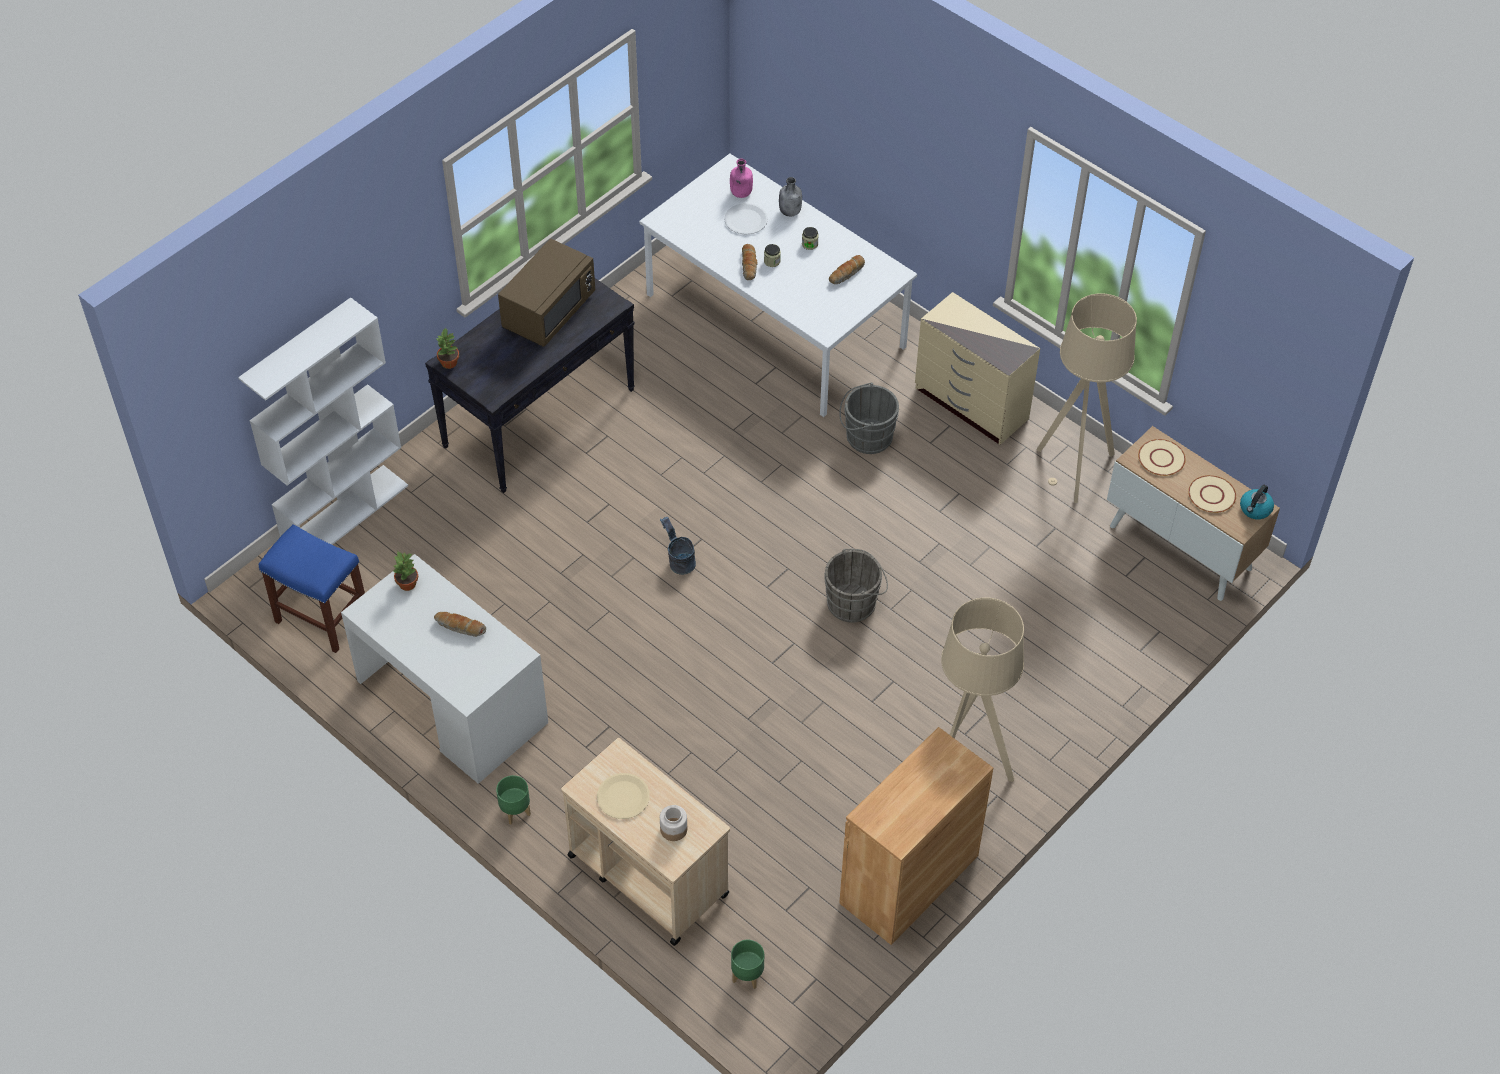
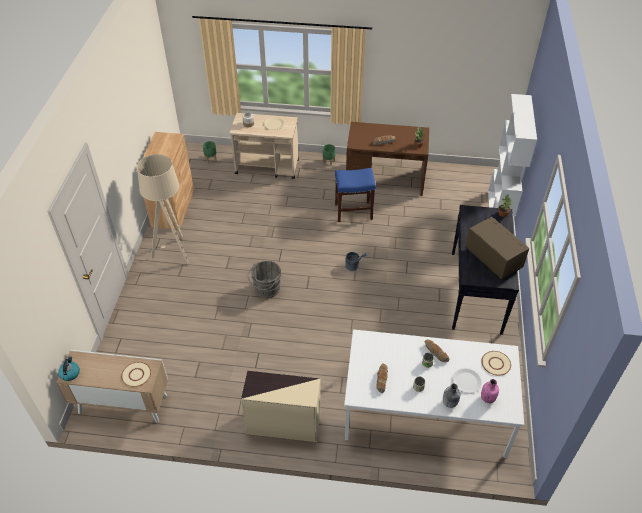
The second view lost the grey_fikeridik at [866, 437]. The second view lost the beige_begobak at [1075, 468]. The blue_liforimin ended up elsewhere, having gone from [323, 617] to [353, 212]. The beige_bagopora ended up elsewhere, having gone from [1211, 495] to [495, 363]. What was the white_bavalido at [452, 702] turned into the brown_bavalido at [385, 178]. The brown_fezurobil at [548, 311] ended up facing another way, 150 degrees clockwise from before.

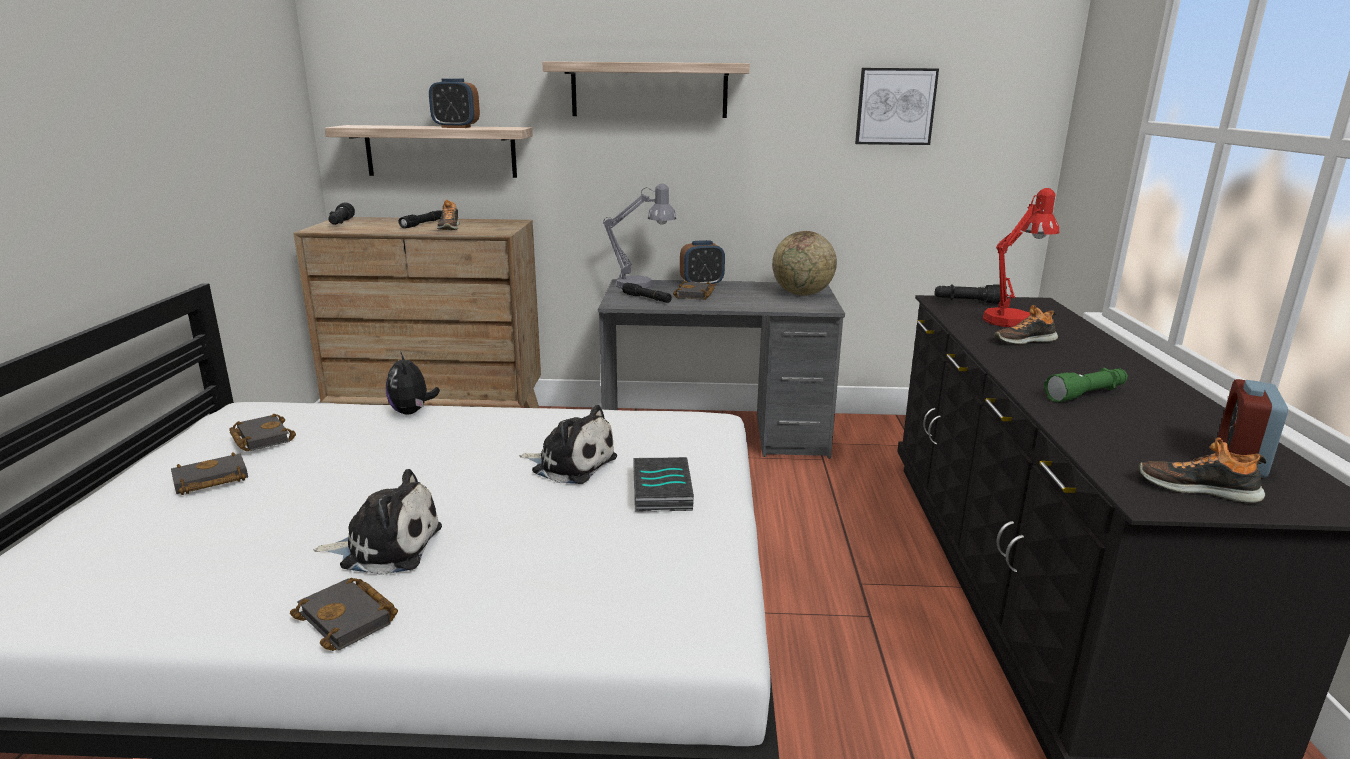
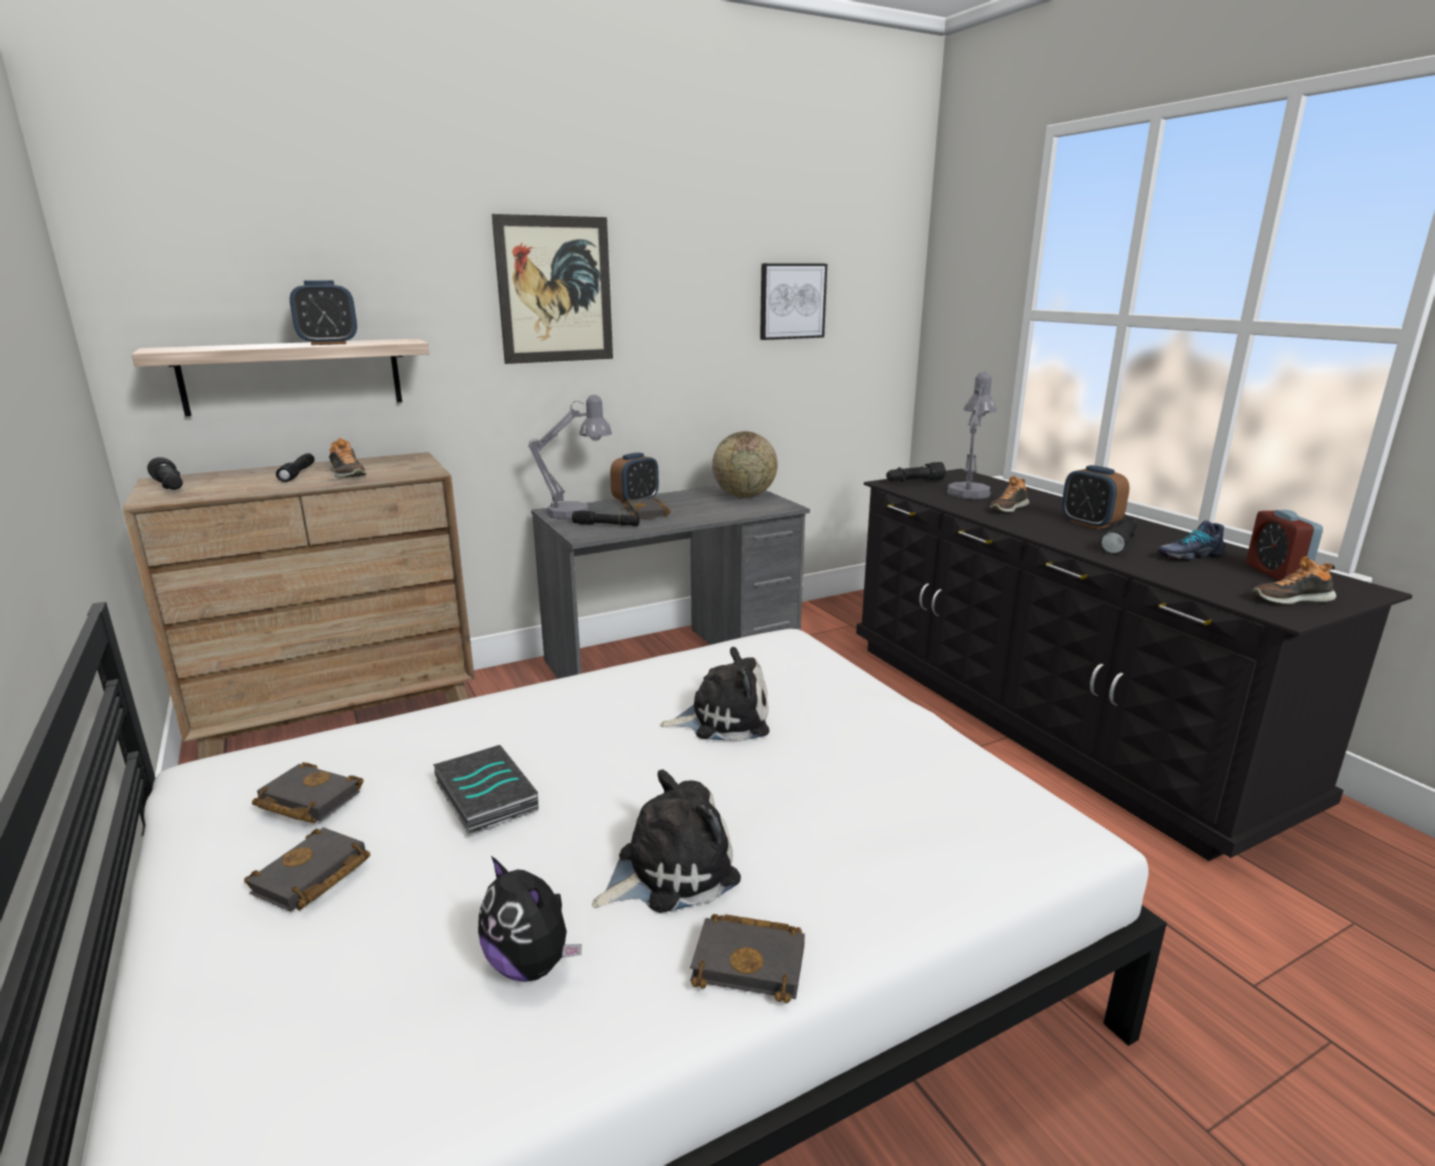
The second view gained the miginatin at [1089, 524]. The second view gained the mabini at [1188, 555]. The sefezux ended up elsewhere, having gone from [412, 412] to [531, 964]. The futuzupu ended up elsewhere, having gone from [660, 490] to [483, 795]. Where the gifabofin hung at [649, 90], the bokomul came to hang at [555, 290]. What was the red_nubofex at [1012, 319] turned into the grey_nubofex at [969, 491]. What was the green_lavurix at [1087, 394] turned into the black_lavurix at [1119, 544].

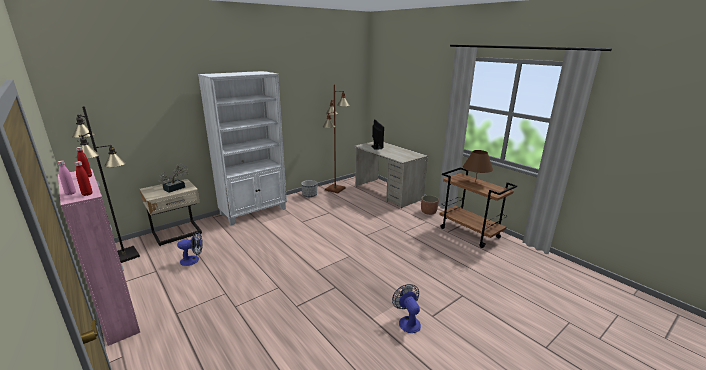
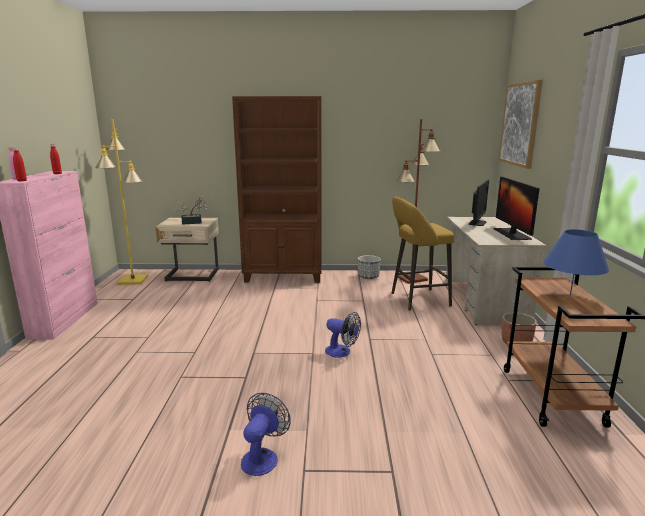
The second view gained the yellow_liforimin at [416, 300]. The second view gained the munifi at [511, 234]. The second view gained the bokomul at [520, 124]. The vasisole ended up elsewhere, having gone from [193, 260] to [342, 352]. What was the black_begobak at [125, 255] turned into the yellow_begobak at [133, 280]. What was the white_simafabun at [254, 211] turned into the brown_simafabun at [284, 276]. What was the brown_nubofex at [475, 182] turned into the blue_nubofex at [570, 295].

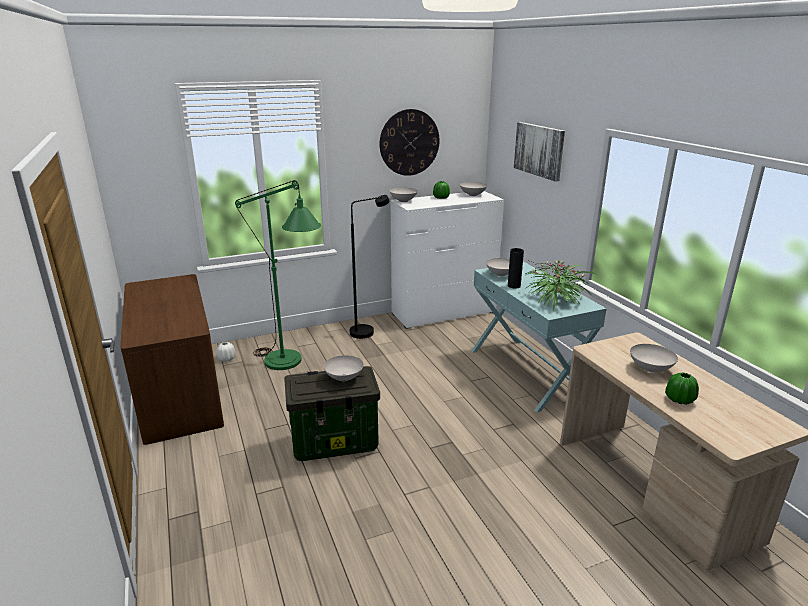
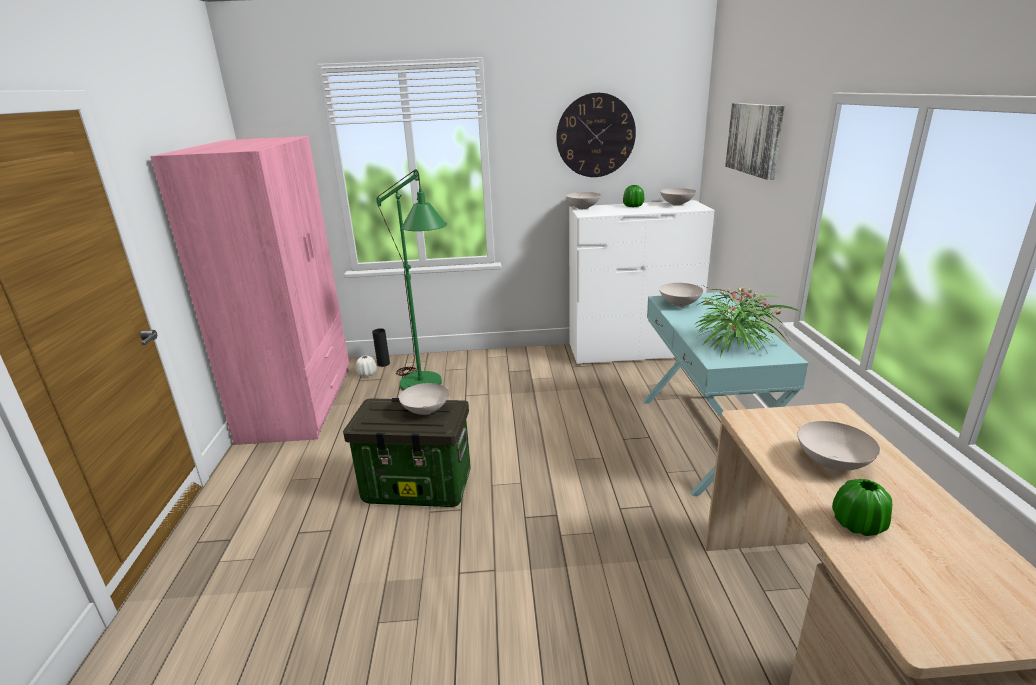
The second view lost the black_begobak at [367, 331]. The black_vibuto ended up elsewhere, having gone from [514, 286] to [383, 364]. Where the brown_bavalido stood at [179, 393], the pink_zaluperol came to stand at [299, 403].

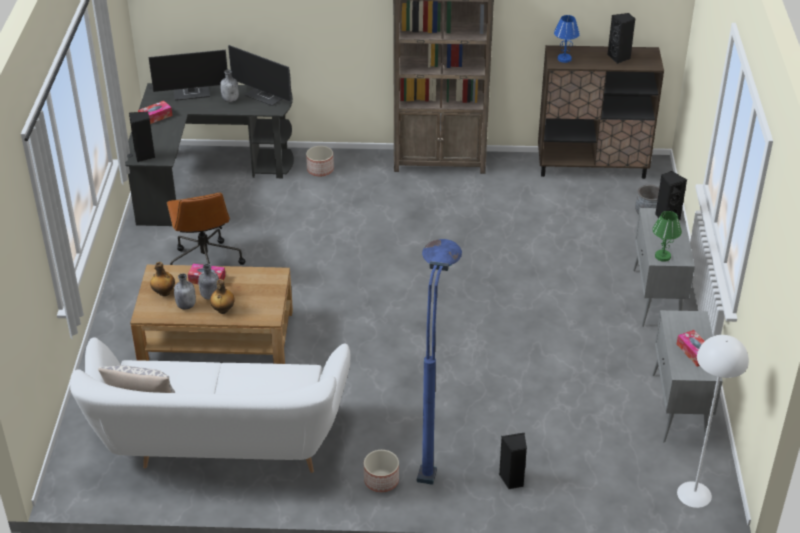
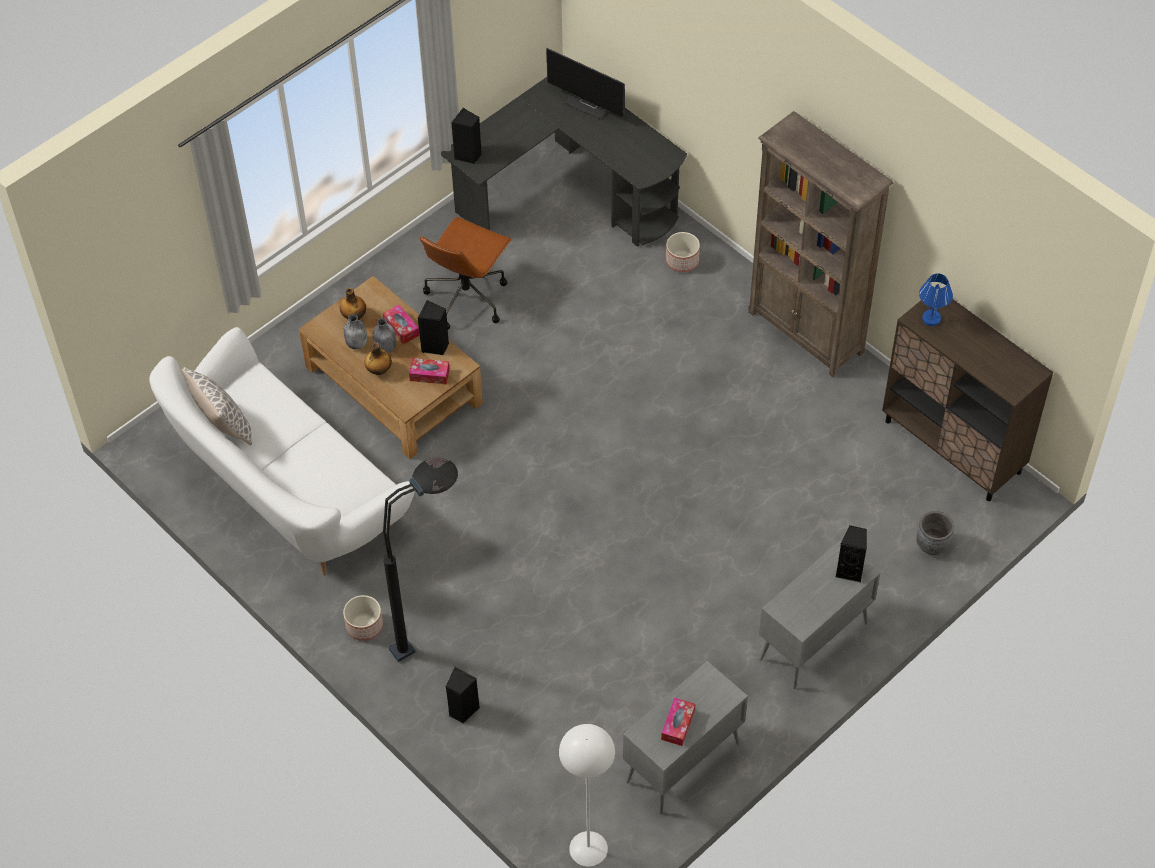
The second view lost the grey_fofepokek at [231, 100]. The second view lost the munifi at [266, 96]. The second view lost the green_nubofex at [663, 256]. The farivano ended up elsewhere, having gone from [155, 117] to [429, 375]. The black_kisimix ended up elsewhere, having gone from [619, 57] to [435, 346]. What was the blue_begobak at [434, 448] turned into the black_begobak at [437, 631].

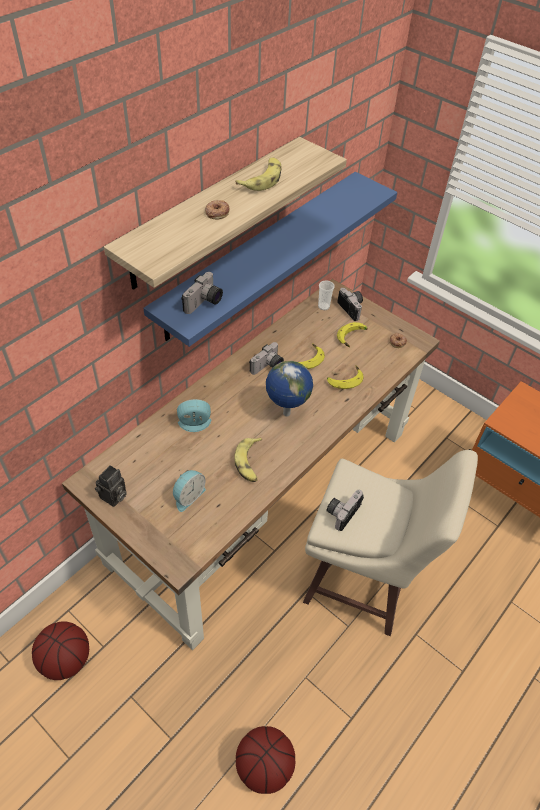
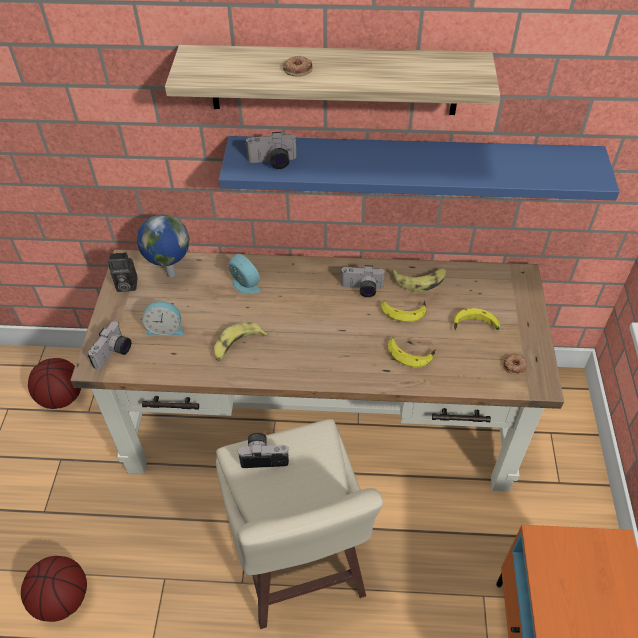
The second view lost the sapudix at [323, 306]. The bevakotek ended up elsewhere, having gone from [262, 179] to [420, 280]. The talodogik ended up elsewhere, having gone from [286, 414] to [170, 274]. The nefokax ended up elsewhere, having gone from [352, 308] to [114, 354].

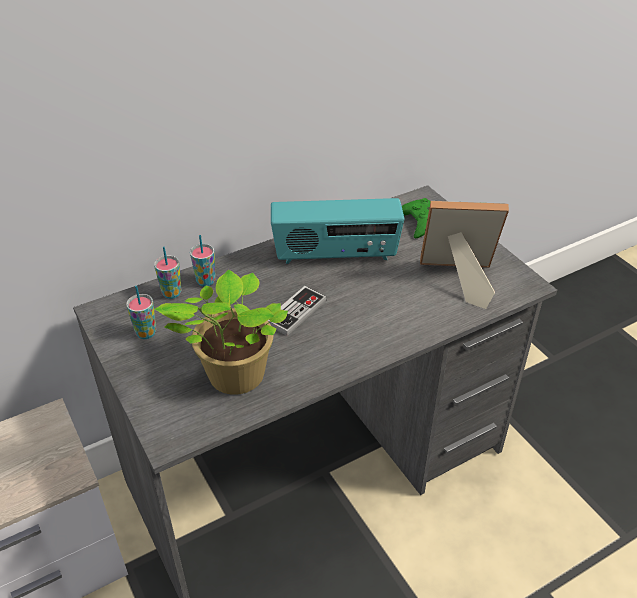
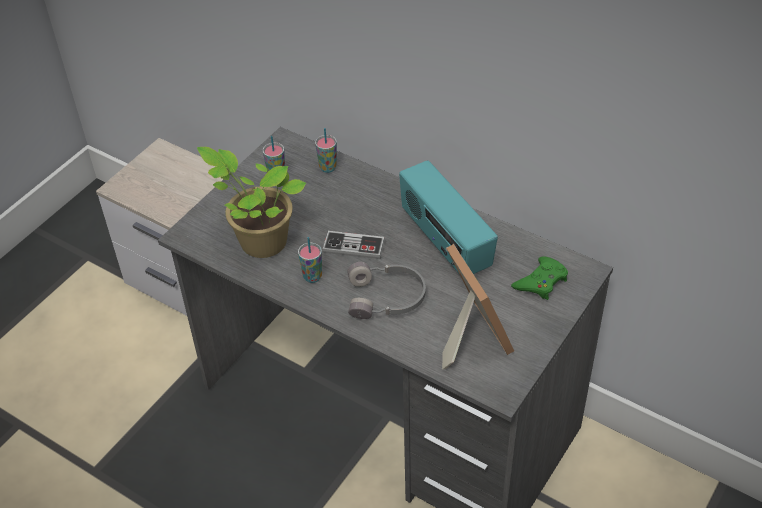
The second view gained the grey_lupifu at [387, 298]. The sapudix ended up elsewhere, having gone from [206, 281] to [312, 277].

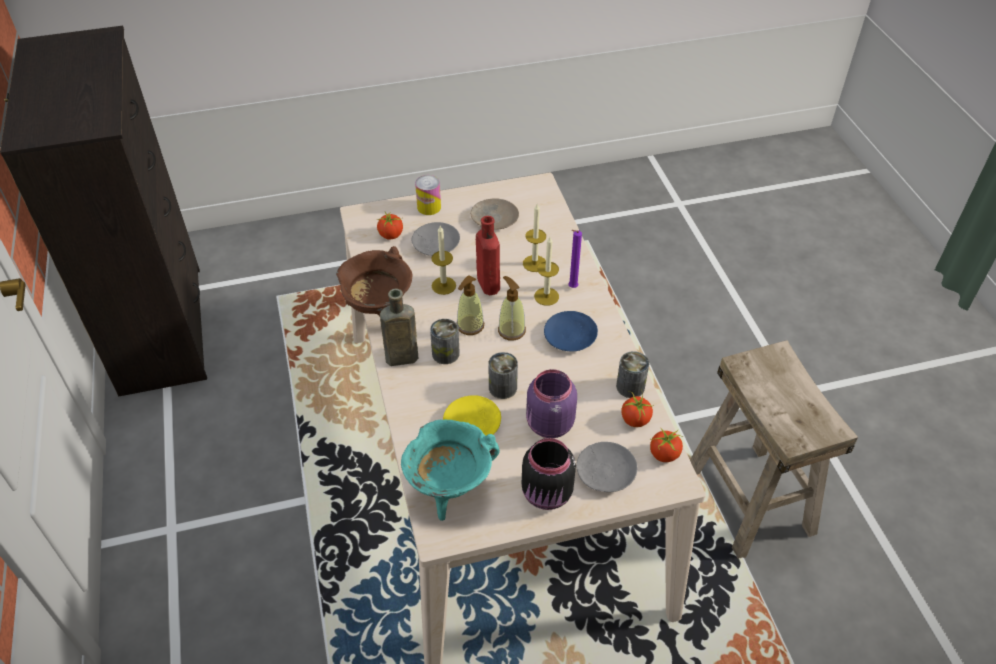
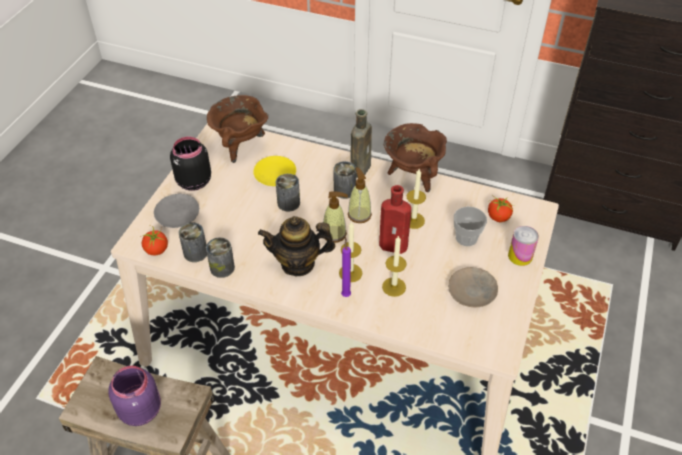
The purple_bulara ended up elsewhere, having gone from [548, 425] to [141, 409]. Where the grey_bagopora stood at [435, 244], the sapudix came to stand at [466, 238]. Where the blue_bagopora stood at [571, 336], the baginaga came to stand at [298, 263]. Where the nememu stood at [635, 420], the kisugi came to stand at [195, 253]. What was the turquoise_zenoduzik at [450, 490] turned into the brown_zenoduzik at [240, 145].

